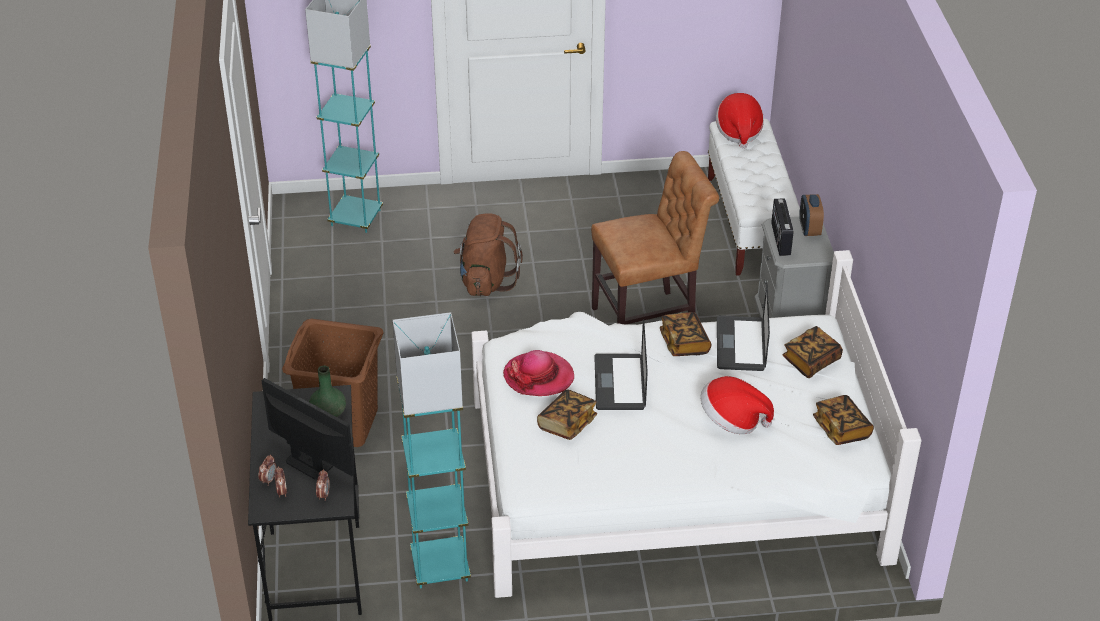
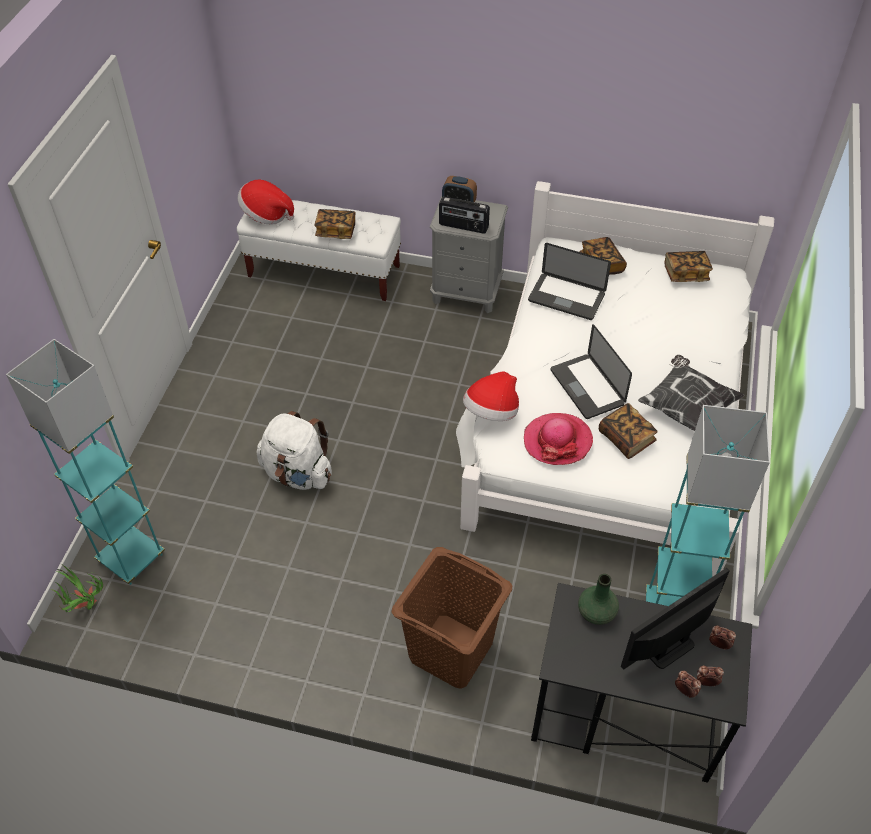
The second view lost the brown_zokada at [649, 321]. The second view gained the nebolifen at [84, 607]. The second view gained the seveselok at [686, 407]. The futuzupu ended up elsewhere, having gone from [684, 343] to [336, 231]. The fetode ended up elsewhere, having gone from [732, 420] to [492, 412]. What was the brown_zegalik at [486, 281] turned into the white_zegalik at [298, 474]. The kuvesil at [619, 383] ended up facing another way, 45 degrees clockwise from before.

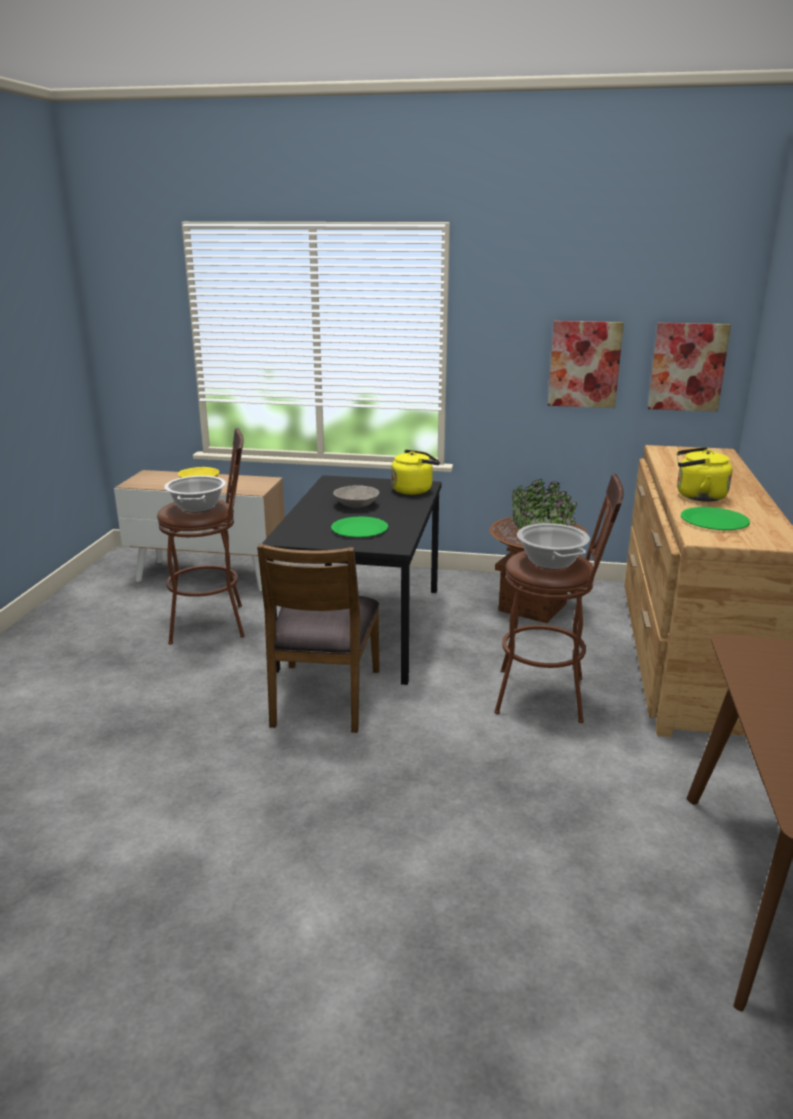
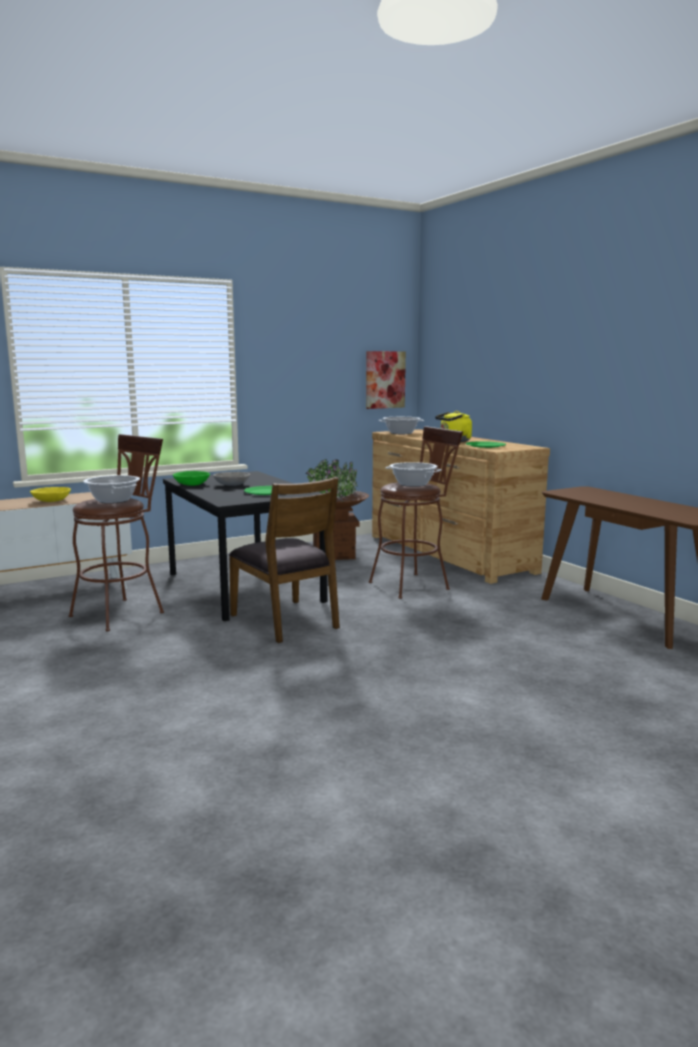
The second view lost the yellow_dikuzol at [414, 490]. The second view lost the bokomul at [584, 364]. The second view gained the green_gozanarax at [191, 484]. The second view gained the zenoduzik at [401, 433].

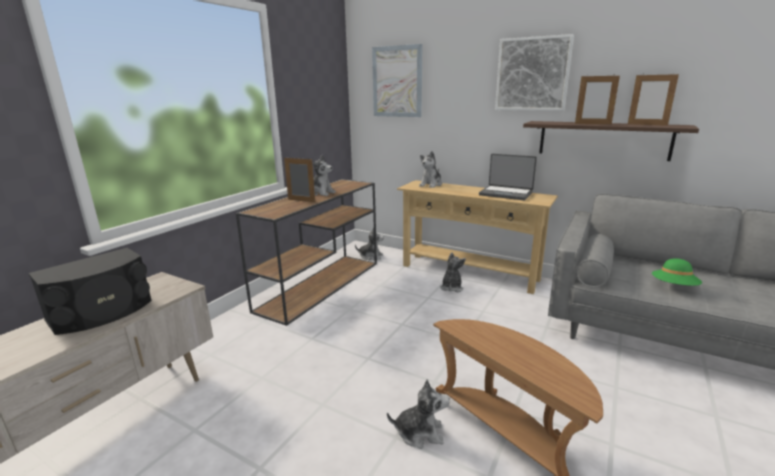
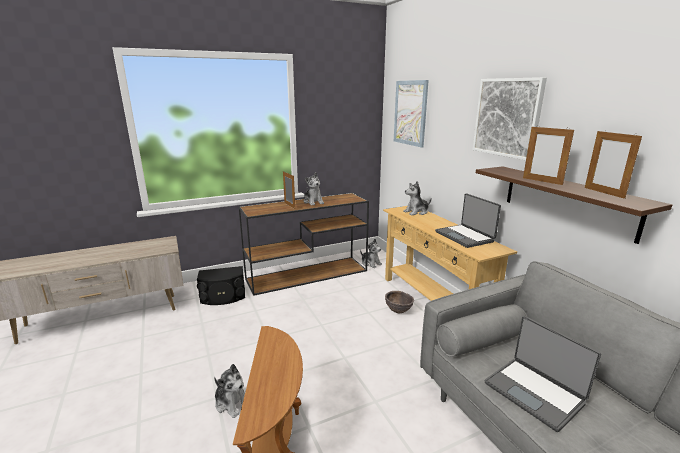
The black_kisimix ended up elsewhere, having gone from [102, 312] to [223, 297]. Where the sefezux stood at [451, 287], the brown_gozanarax came to stand at [398, 311]. Where the green_fetode stood at [674, 287], the kuvesil came to stand at [534, 392].

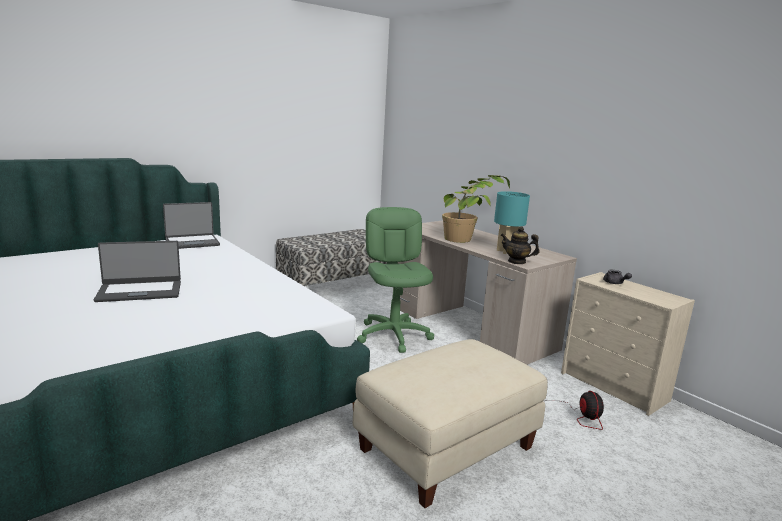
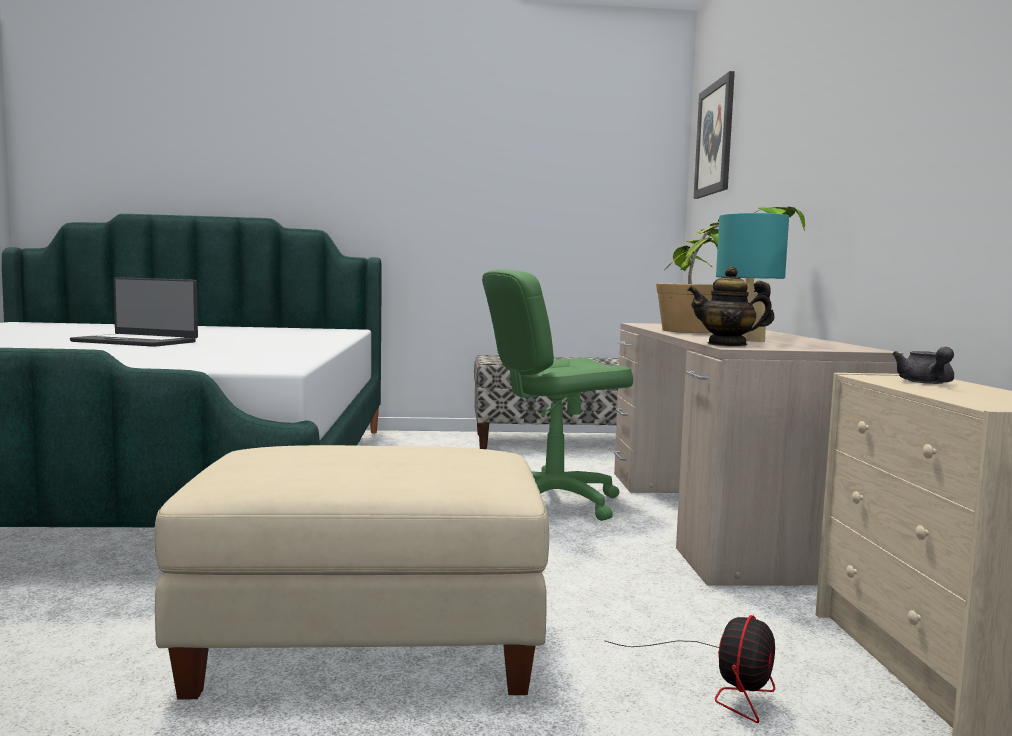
The second view lost the kuvesil at [192, 242]. The second view gained the bokomul at [715, 139]. The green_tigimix at [394, 335] ended up facing another way, 135 degrees counterclockwise from before. The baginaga at [517, 261] ended up facing another way, 45 degrees counterclockwise from before.

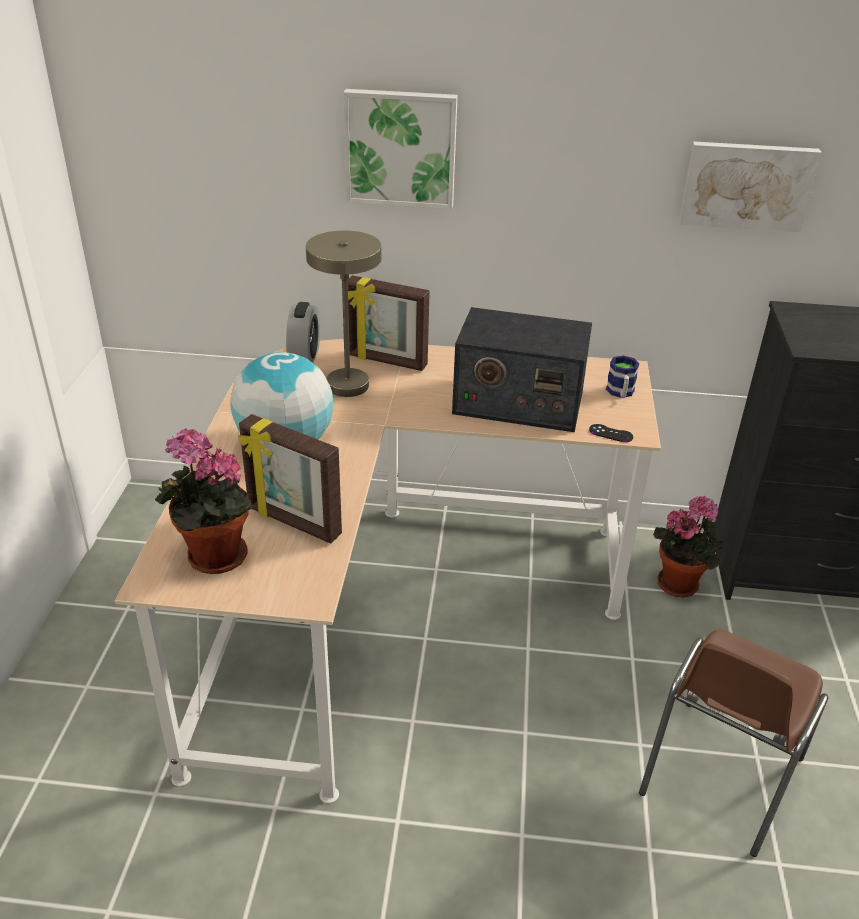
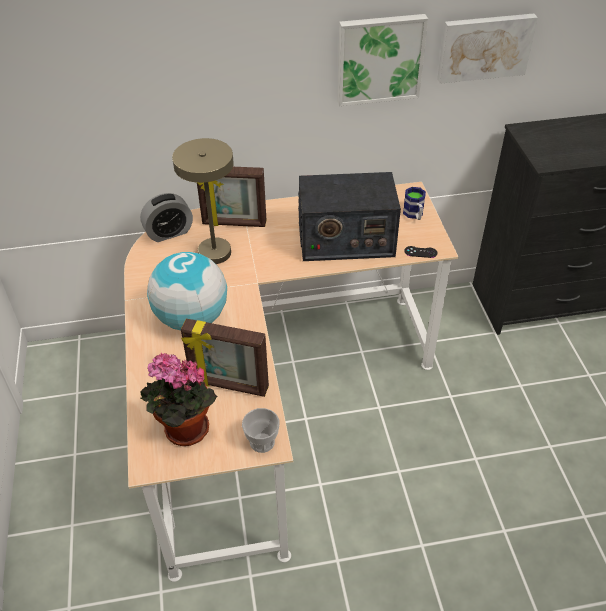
The second view lost the brown_zokada at [717, 778]. The second view lost the nebolifen at [680, 583]. The second view gained the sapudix at [262, 442]. The bokomul ended up elsewhere, having gone from [401, 148] to [379, 58]. The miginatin at [304, 356] ended up facing another way, 75 degrees clockwise from before.

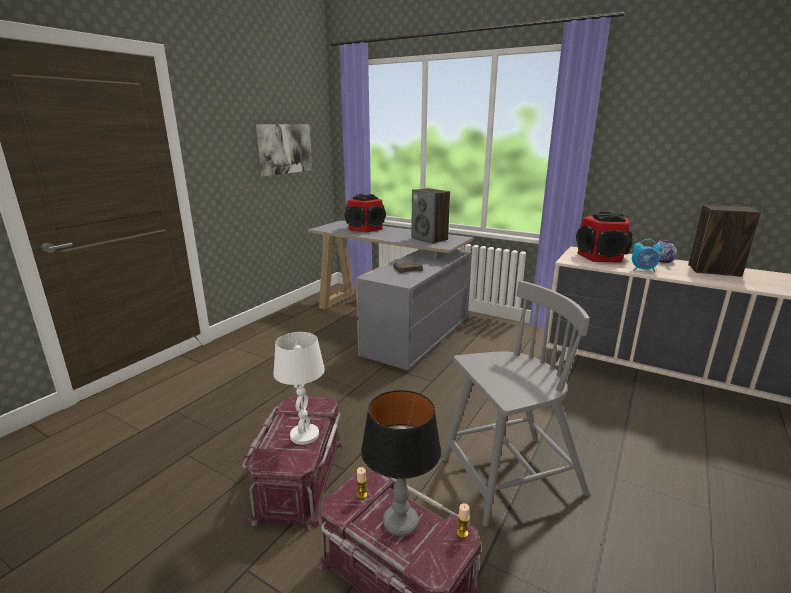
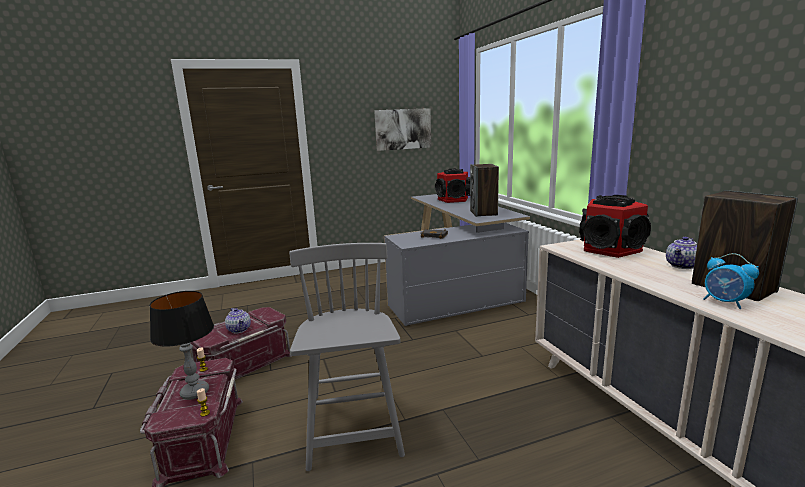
The miginatin ended up elsewhere, having gone from [643, 270] to [725, 303]. Where the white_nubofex stood at [304, 435], the baginaga came to stand at [239, 329]. The grey_zokada at [510, 477] ended up facing another way, 120 degrees counterclockwise from before.

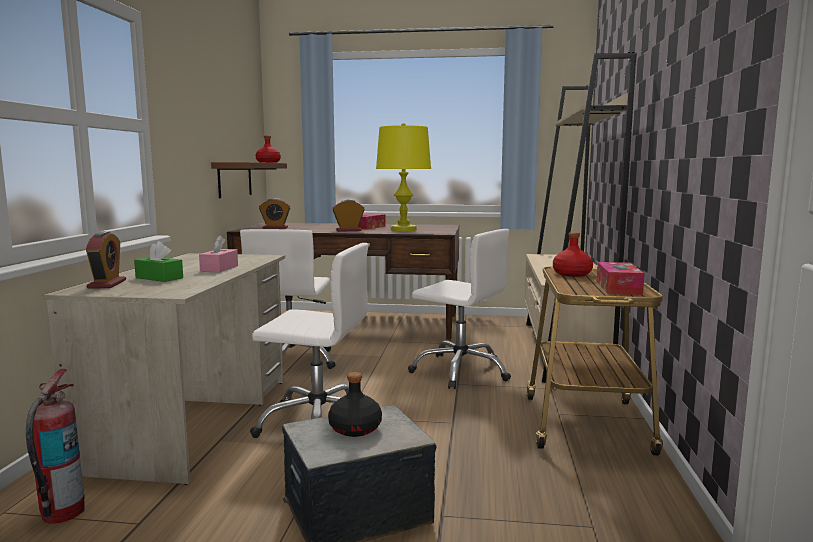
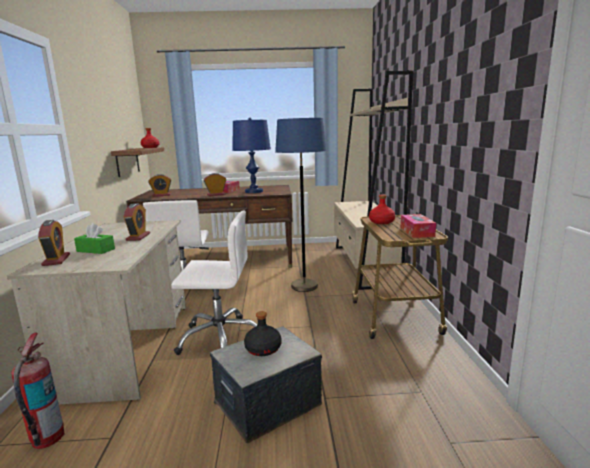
Where the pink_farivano stood at [219, 268], the miginatin came to stand at [138, 237]. Where the white_tigimix stood at [461, 371], the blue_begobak came to stand at [304, 286]. What was the yellow_nubofex at [403, 229] turned into the blue_nubofex at [254, 191].

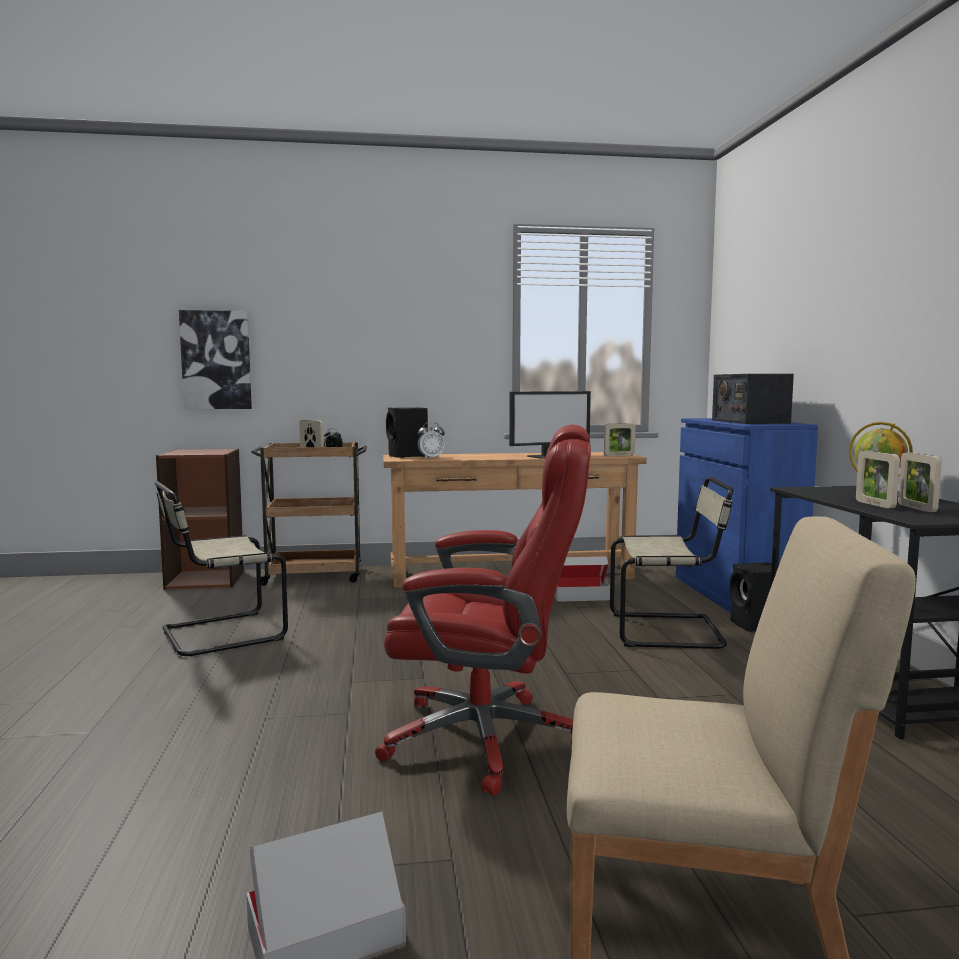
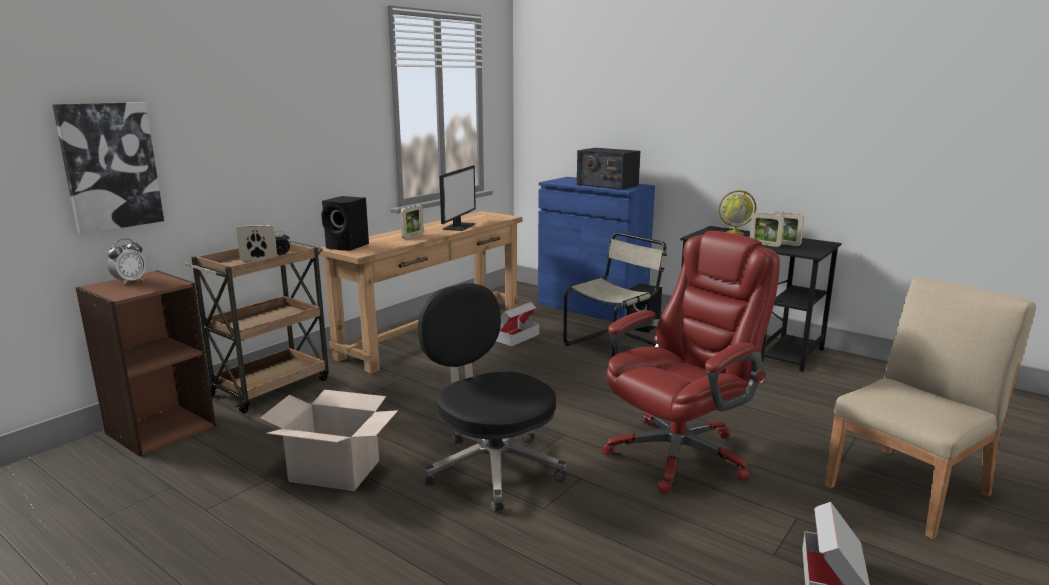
The second view gained the black_tigimix at [492, 468]. The miginatin ended up elsewhere, having gone from [431, 458] to [130, 281]. The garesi ended up elsewhere, having gone from [619, 455] to [412, 236]. Where the beige_zokada stood at [218, 634], the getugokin came to stand at [334, 471].

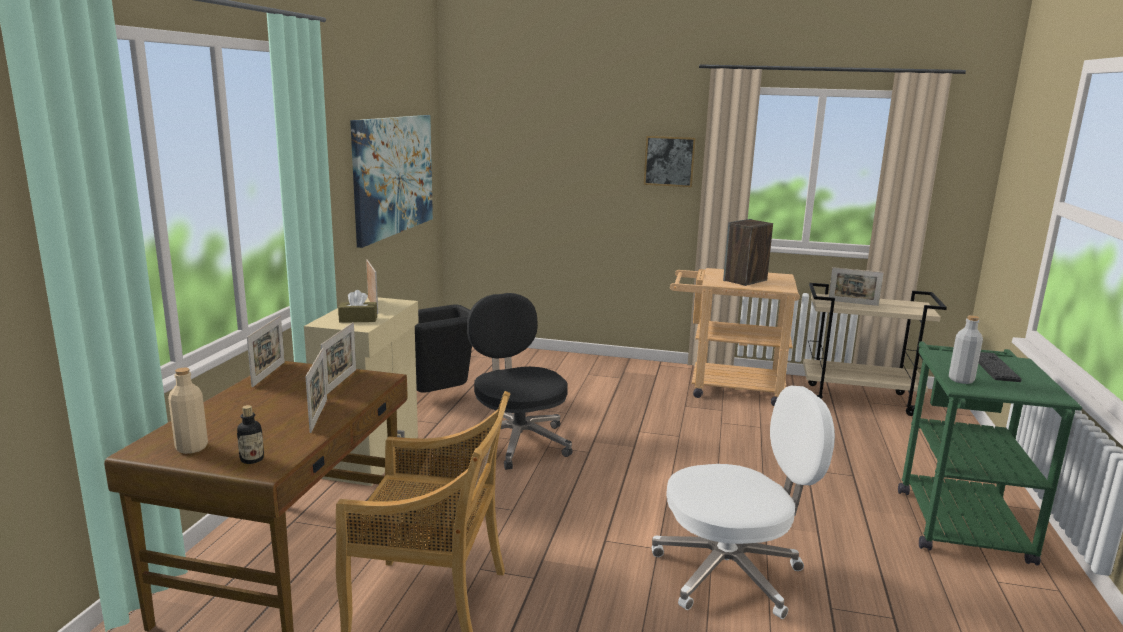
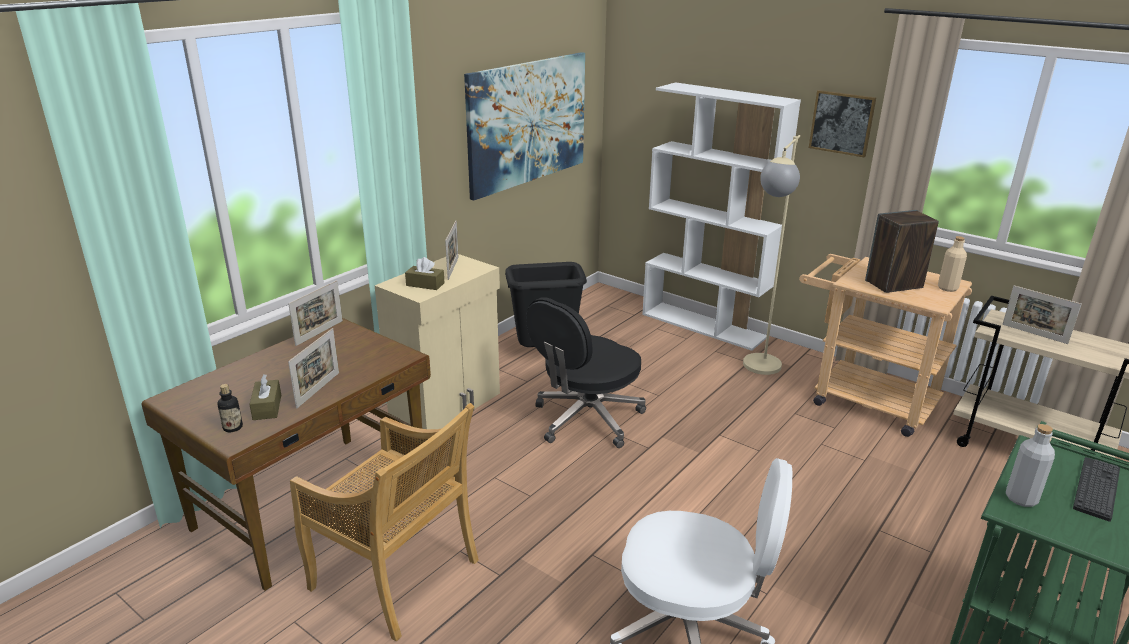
The second view lost the garesi at [340, 382]. The second view gained the brown_farivano at [267, 407]. The second view gained the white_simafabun at [704, 325]. The second view gained the beige_begobak at [758, 371]. The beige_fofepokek ended up elsewhere, having gone from [191, 448] to [947, 288]. The black_tigimix at [517, 442] ended up facing another way, 135 degrees counterclockwise from before.

